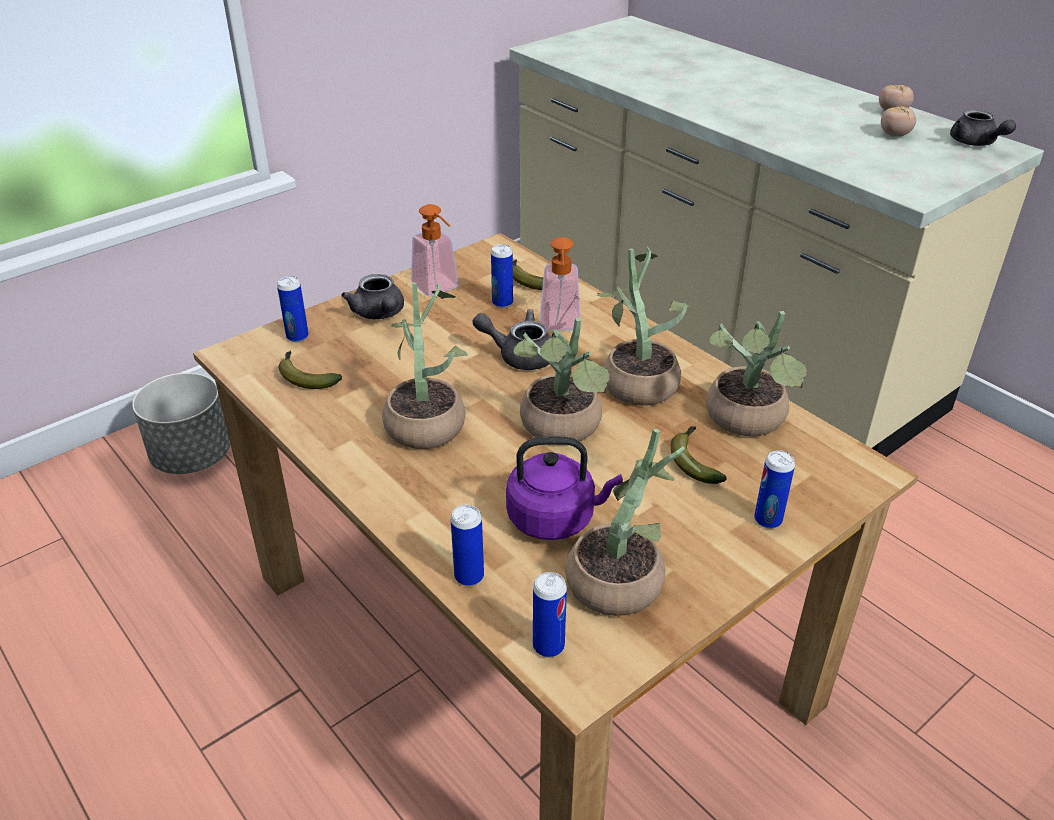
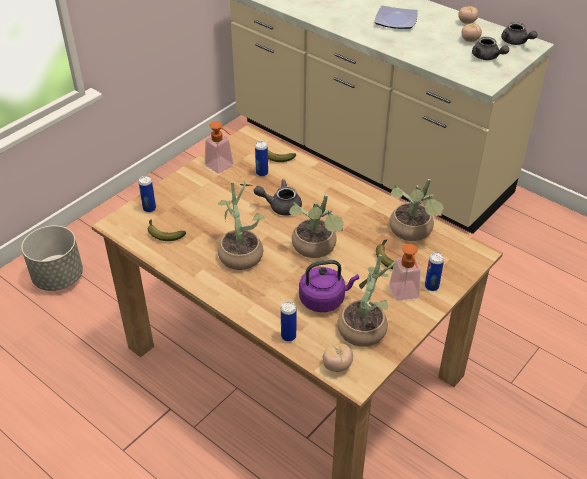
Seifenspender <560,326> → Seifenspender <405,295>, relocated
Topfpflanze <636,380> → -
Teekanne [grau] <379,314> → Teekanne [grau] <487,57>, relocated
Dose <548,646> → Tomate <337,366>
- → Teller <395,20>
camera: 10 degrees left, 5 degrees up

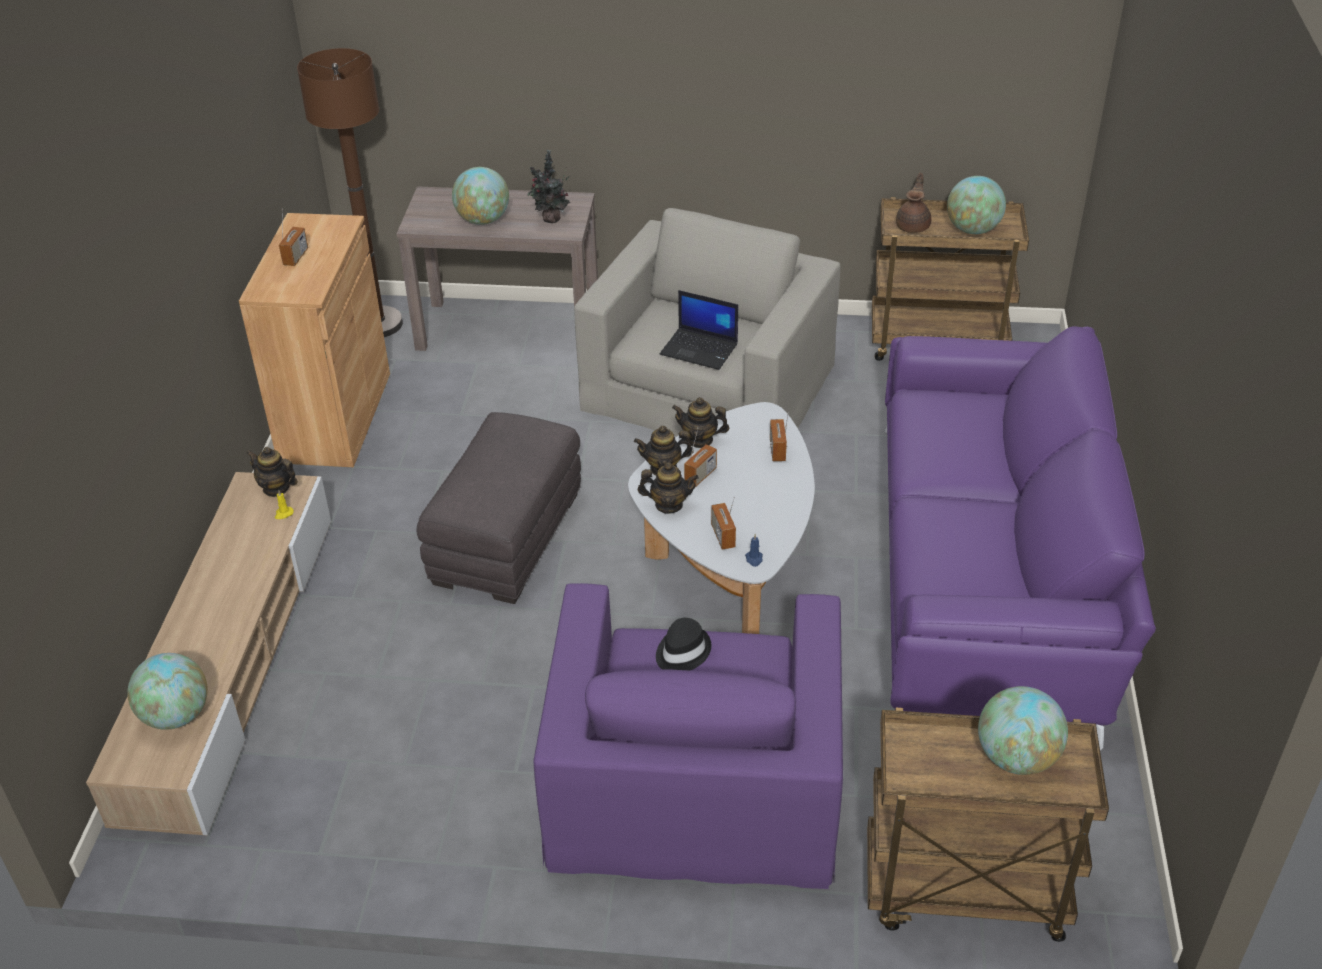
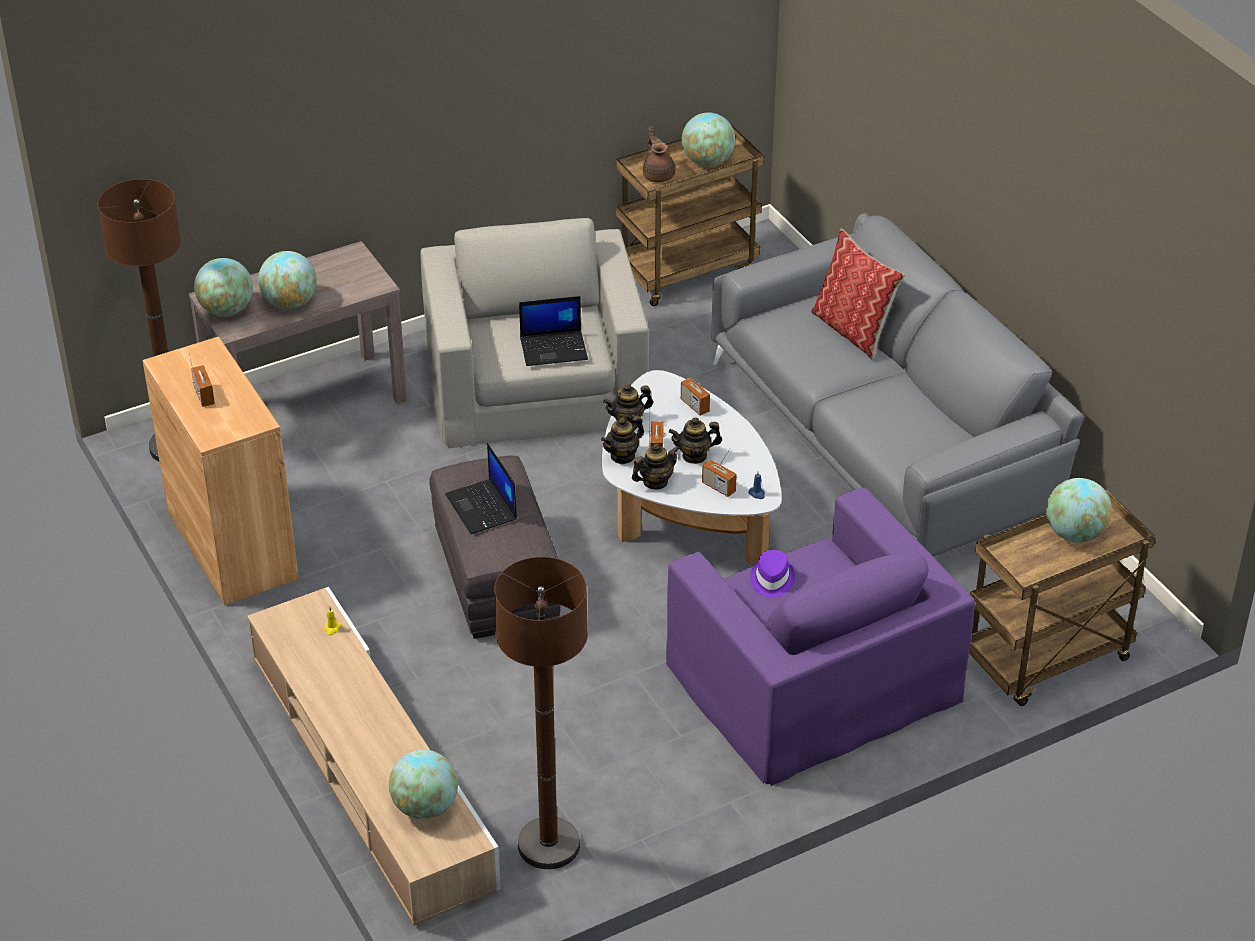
Topfpflanze <551,220> → -
Sofa [lila] <988,573> → Sofa [grau] <883,442>
Teekanne <276,488> → Teekanne <694,456>, relocated
Hut [schwarz] <682,651> → Hut [lila] <771,579>
- → Kissen <853,330>
- → Globus <226,310>
- → Laptop <482,507>
- → Stehlampe [braun] <548,845>
camera: 35 degrees left, 0 degrees up

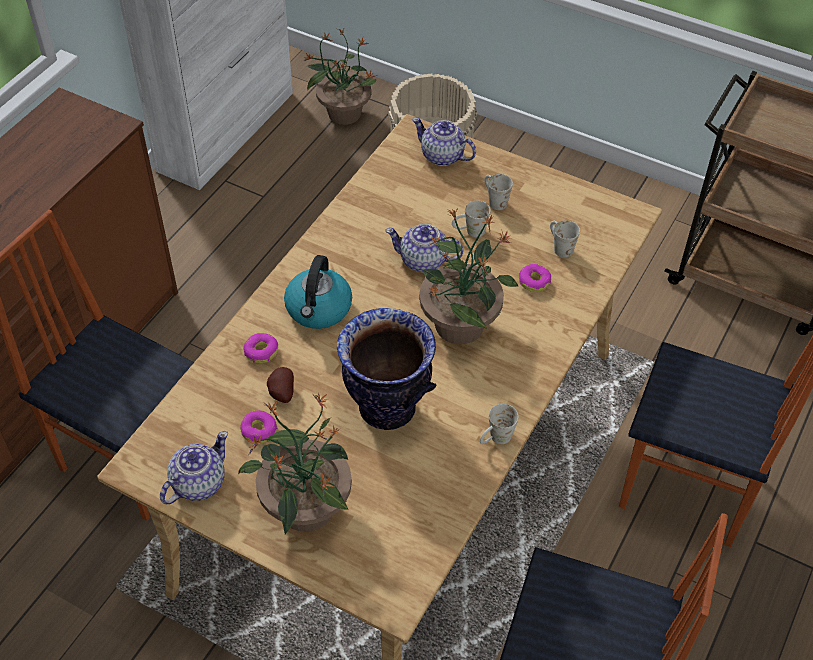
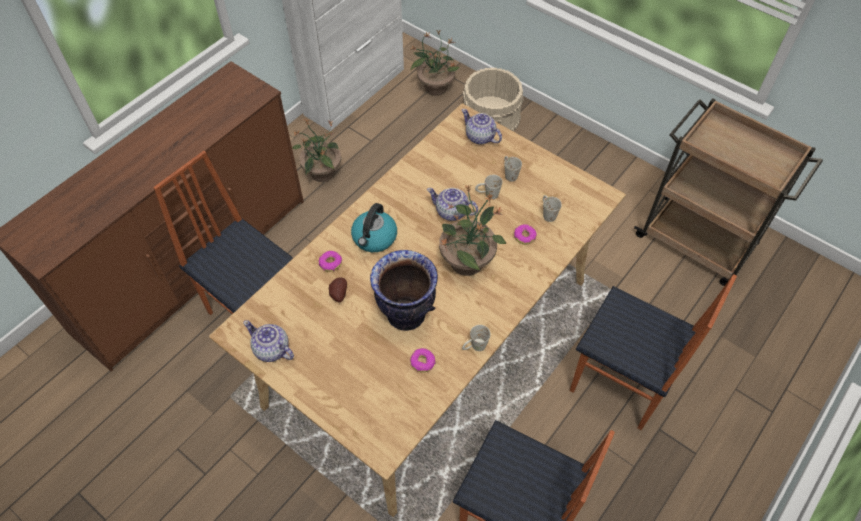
Topfpflanze <305,509> → Topfpflanze <322,173>, relocated
Donut <259,430> → Donut <422,362>, relocated
Teekanne <197,483> → Teekanne <272,350>, 105 degrees counterclockwise
camera: 10 degrees right, 5 degrees up

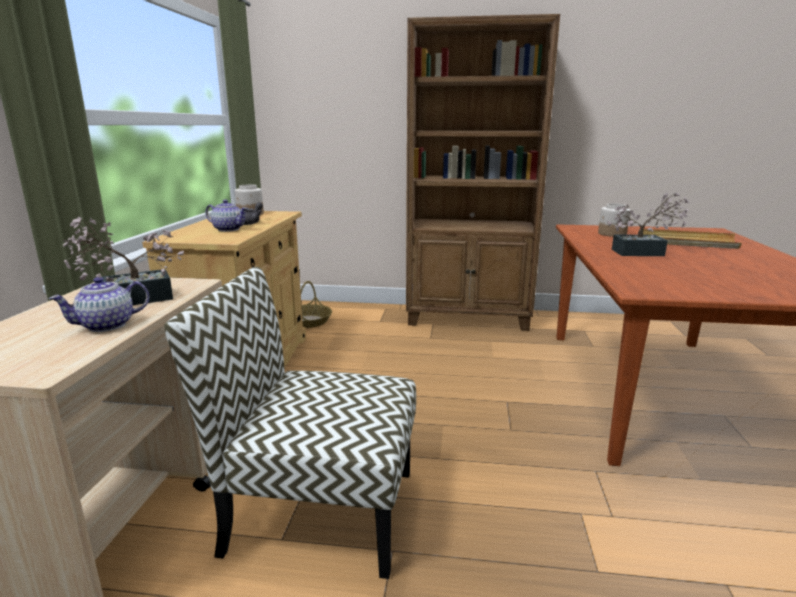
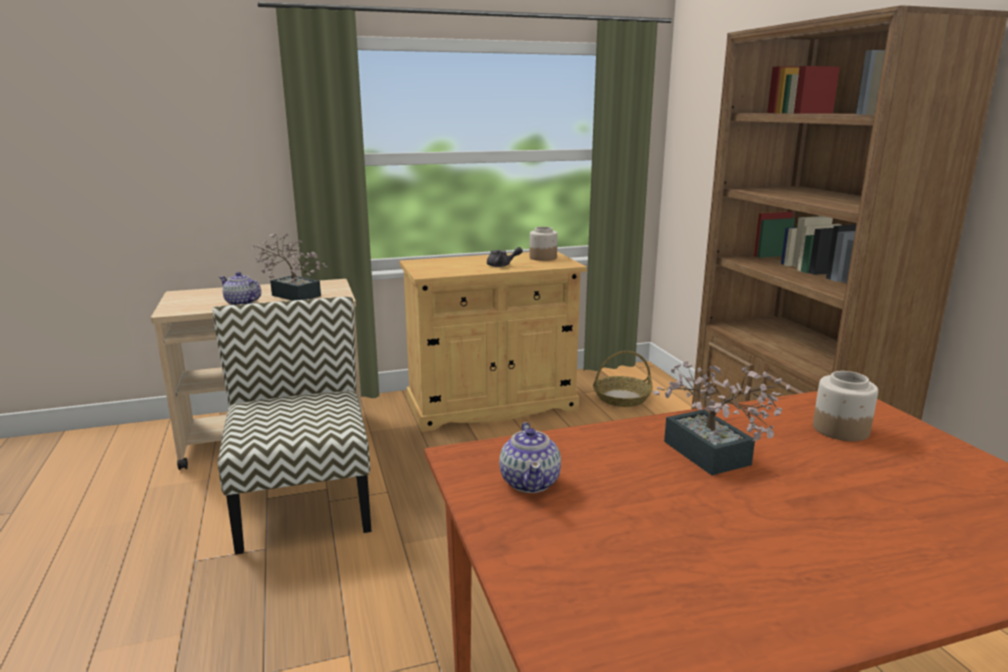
Teekanne <228,229> → Teekanne <530,482>, relocated
Tablett [beige] <686,242> → -
camera: 65 degrees right, 0 degrees up

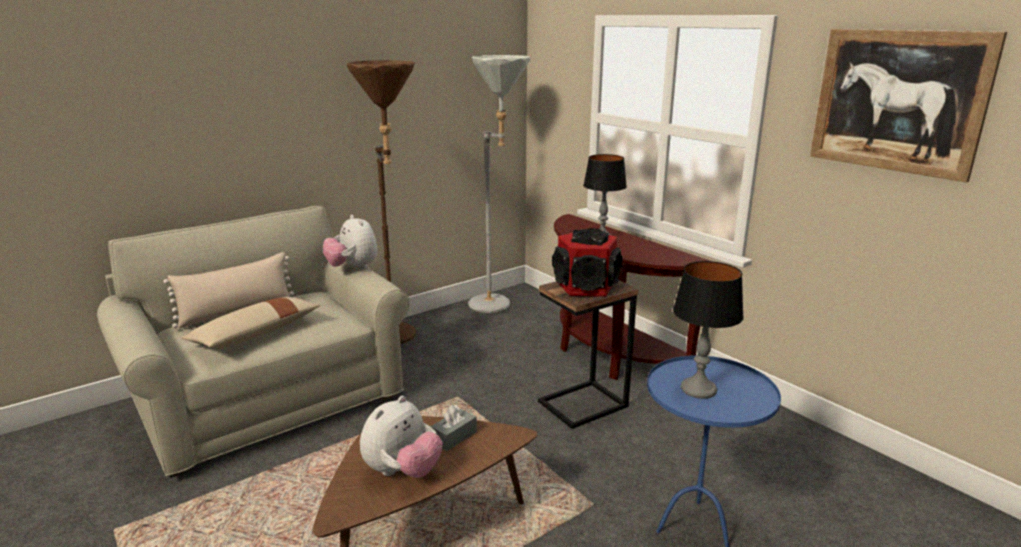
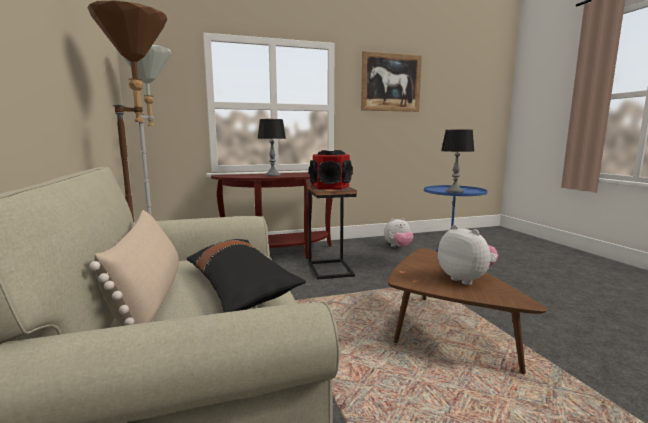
Plüschtier <353,268> → Plüschtier <398,247>, relocated
Kissen [beige] <256,334> → Kissen [schwarz] <239,286>
Taschentuchbox [grau] <454,437> → -
camera: 70 degrees left, 10 degrees down

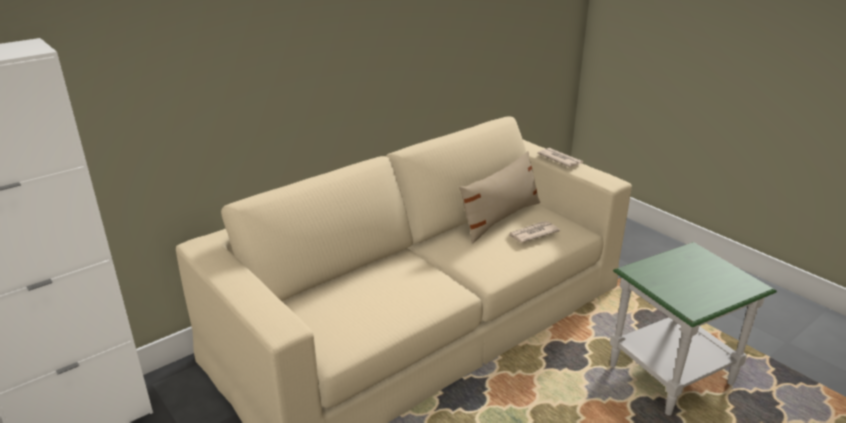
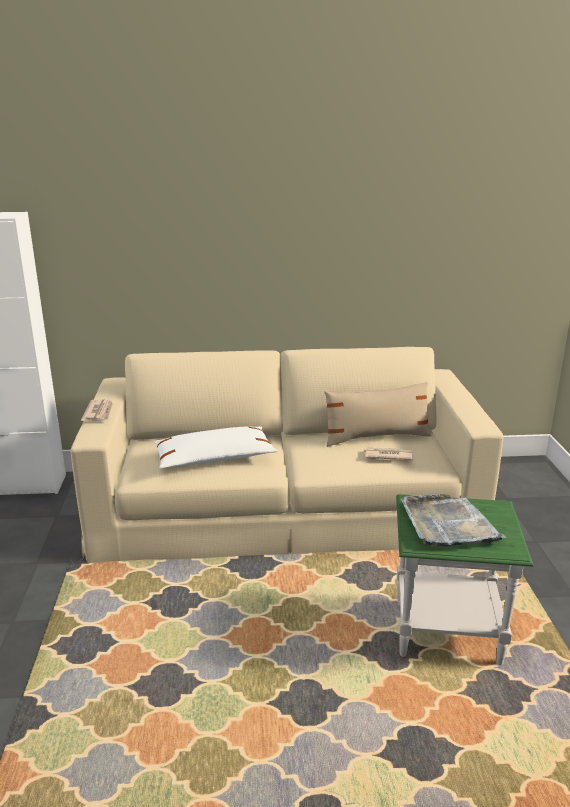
Zeitung <560,159> → Zeitung <99,412>, relocated
- → Kissen [weiß] <214,458>
- → Tablett [grau] <448,524>
camera: 35 degrees right, 5 degrees down

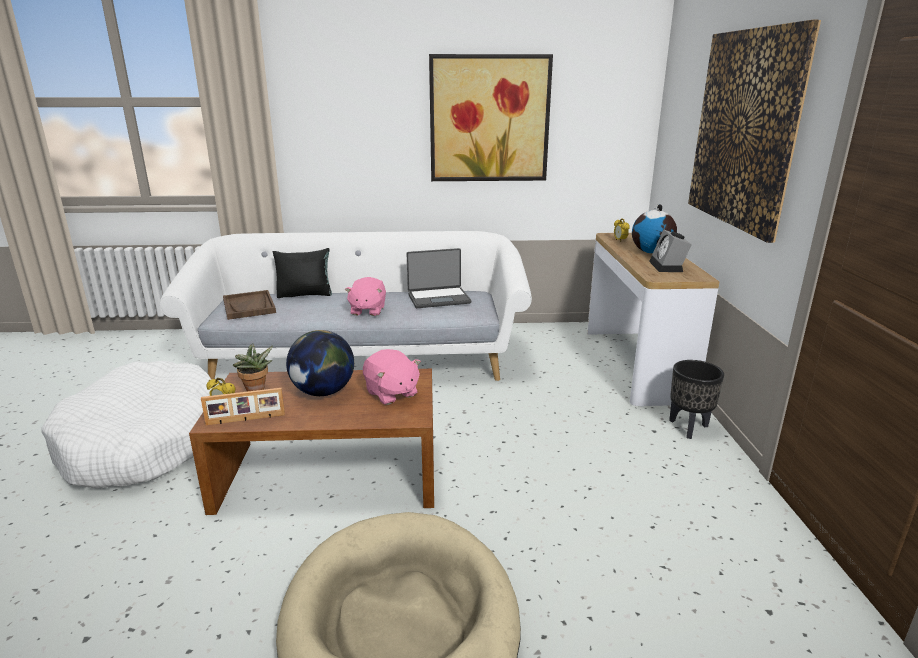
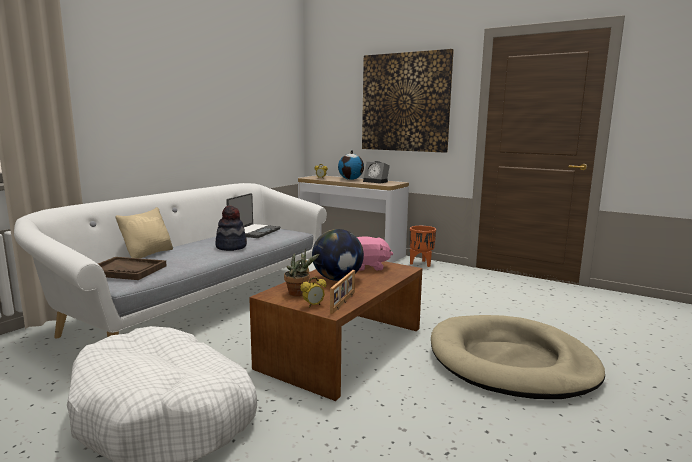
Bild <489,119> → -
Kissen [schwarz] <305,294> → Kissen [beige] <148,254>
Plüschtier [rosa] <367,310> → Hut <231,247>
Pflanzkübel [schwarz] <689,428> → Pflanzkübel [orange] <421,263>
camera: 55 degrees left, 10 degrees down

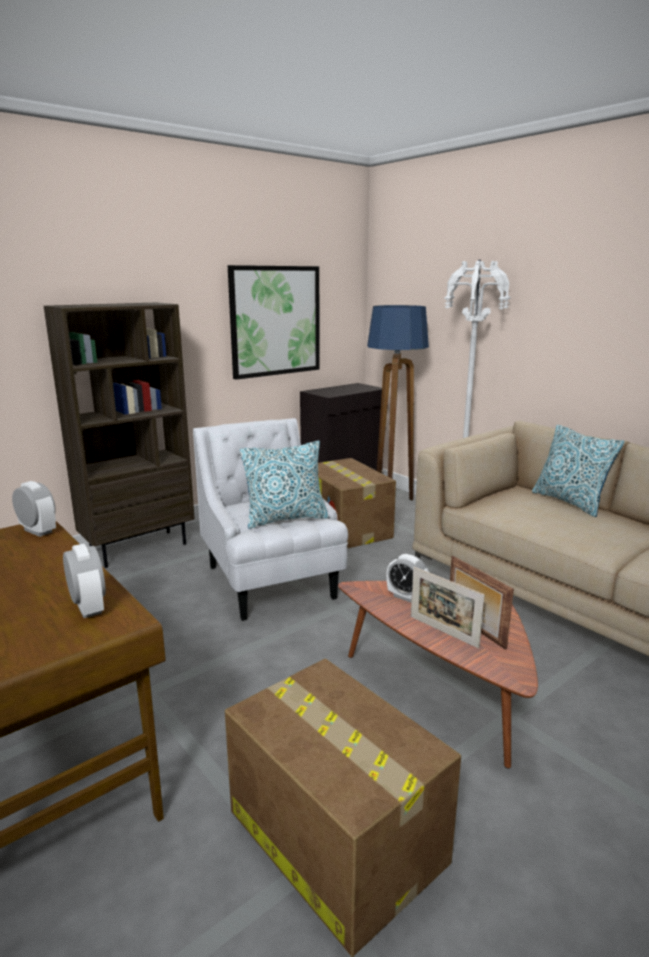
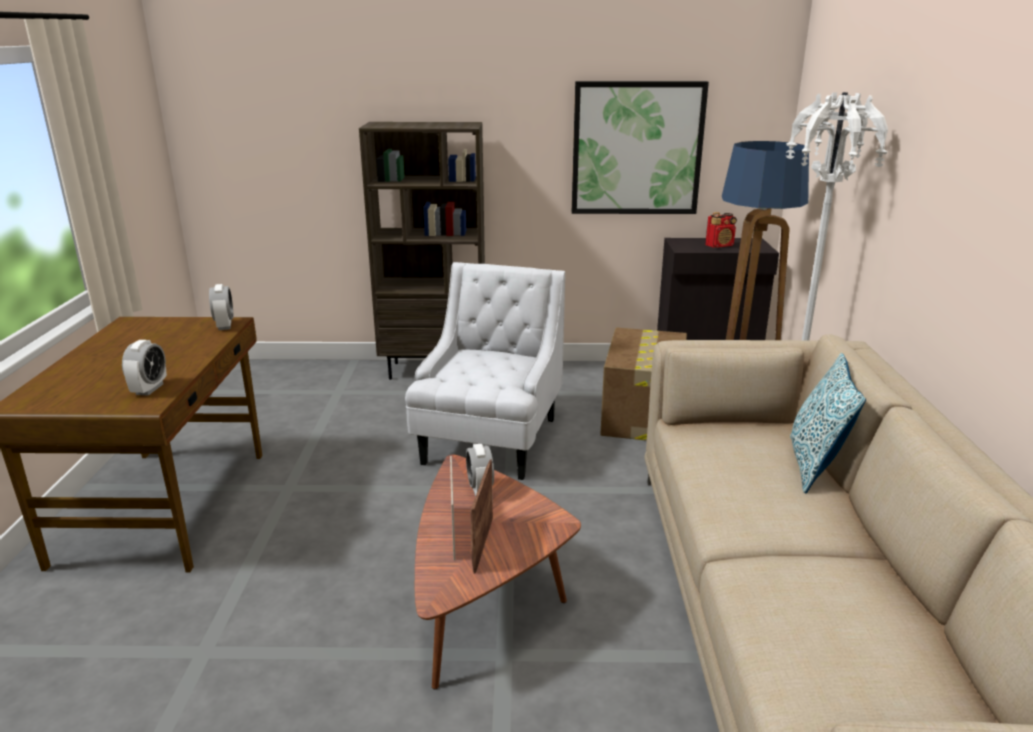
Kissen <285,518> → -
Karton <334,834> → -
- → Radio <719,245>
camera: 40 degrees right, 5 degrees up

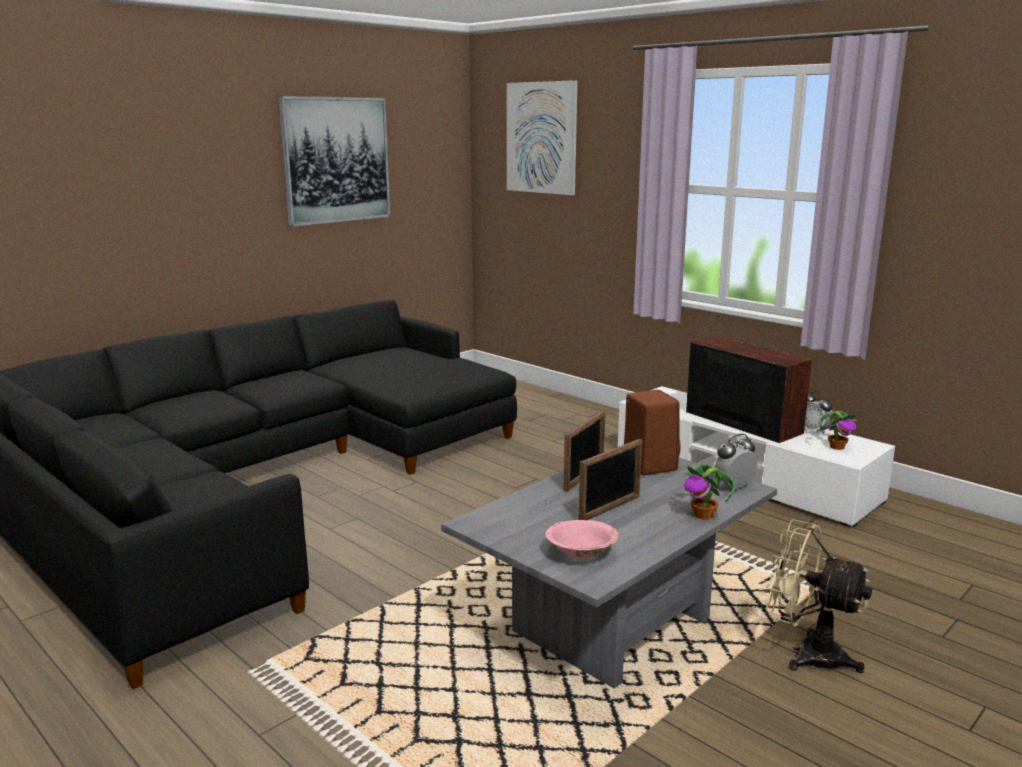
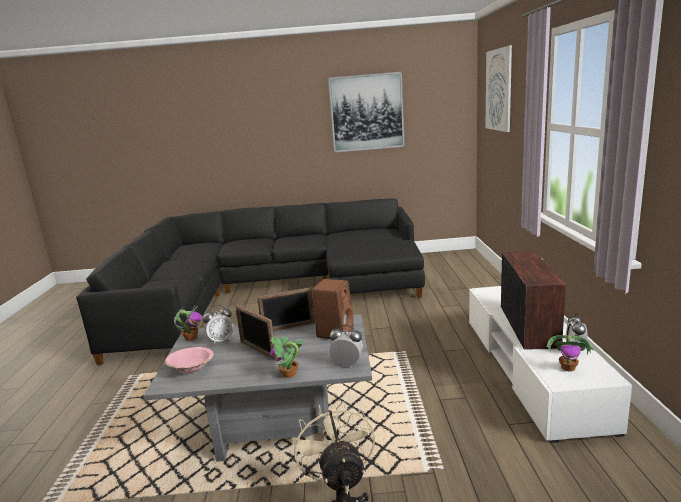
Bilderrahmen <610,509> → Bilderrahmen <257,350>, 45 degrees clockwise
- → Topfpflanze <191,337>
- → Wecker <221,340>
camera: 45 degrees right, 0 degrees up

